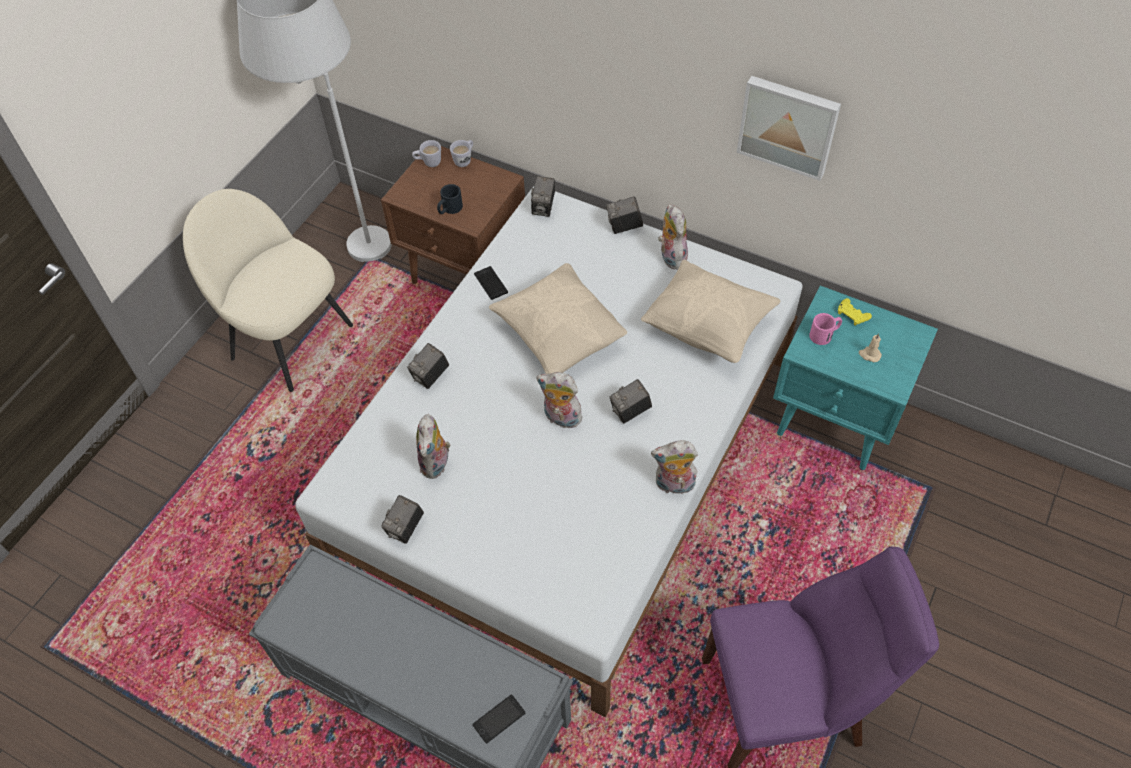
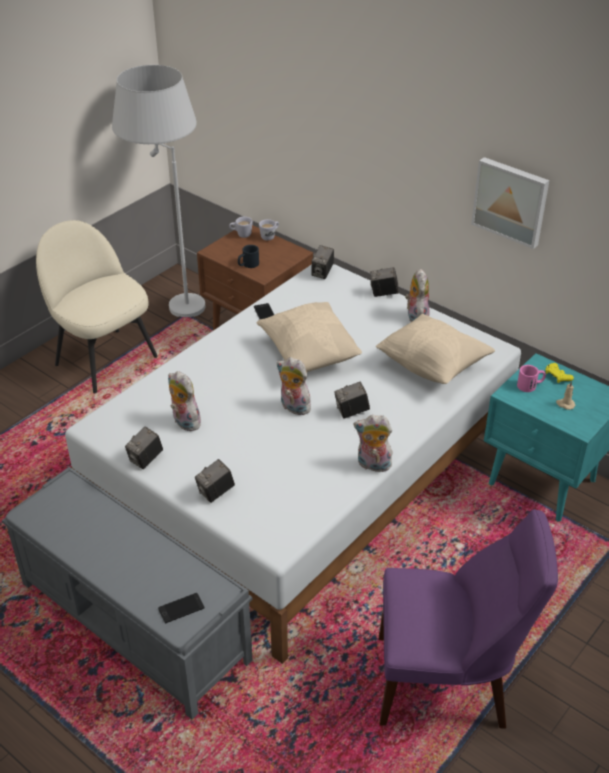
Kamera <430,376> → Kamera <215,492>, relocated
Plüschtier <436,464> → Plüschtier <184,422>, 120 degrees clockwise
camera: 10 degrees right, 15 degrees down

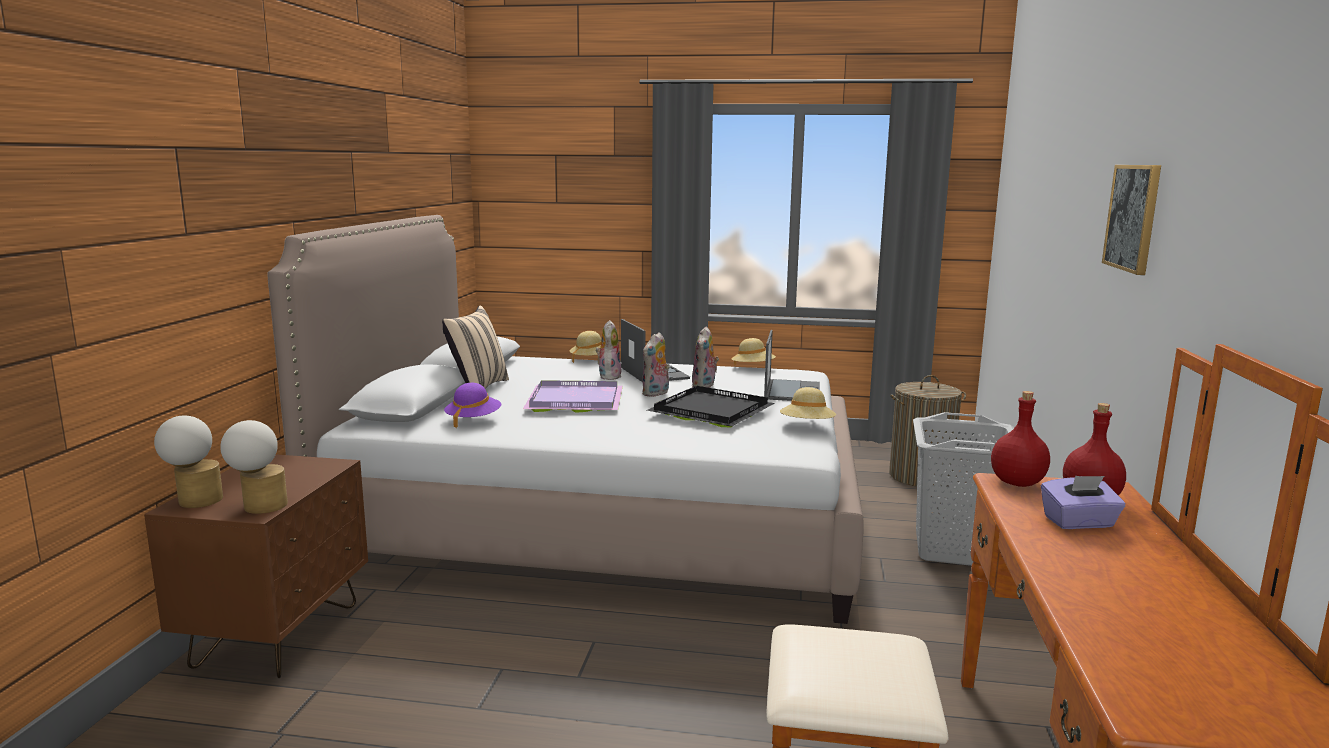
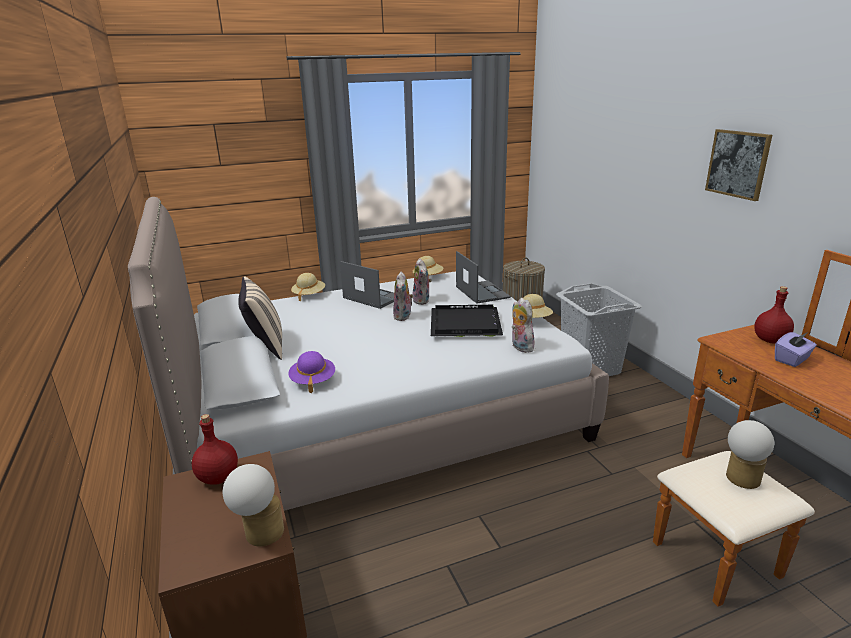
Plüschtier <608,376> → Plüschtier <520,347>, relocated
Tablett [lila] <573,401> → -
Flasche [rot] <1016,483> → Flasche [rot] <217,478>, relocated
Tischlampe <194,500> → Tischlampe <740,480>, relocated
camera: 30 degrees left, 10 degrees up

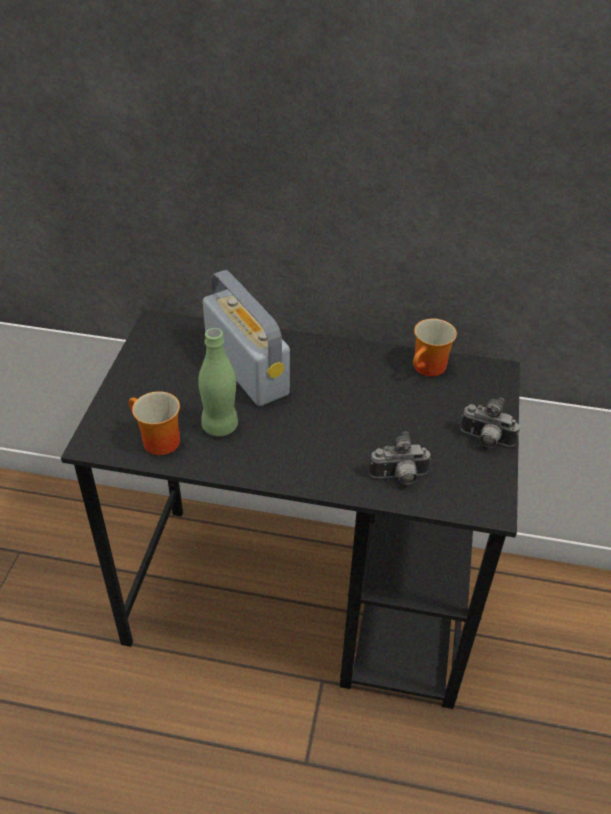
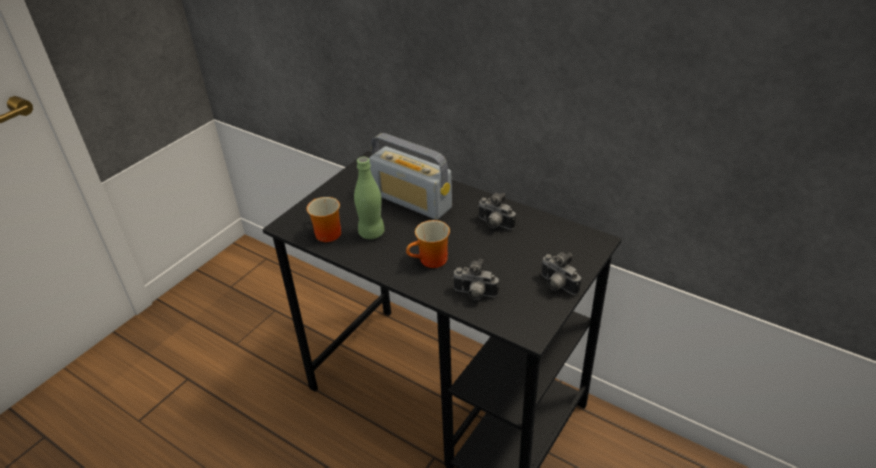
Radio <246,369> → Radio <412,201>, 135 degrees clockwise
Henkelbecher <429,369> → Henkelbecher <431,261>, relocated
- → Kamera <494,225>
camera: 25 degrees right, 5 degrees down

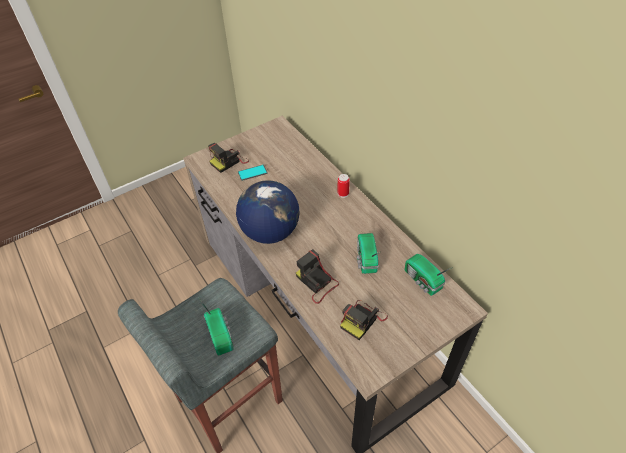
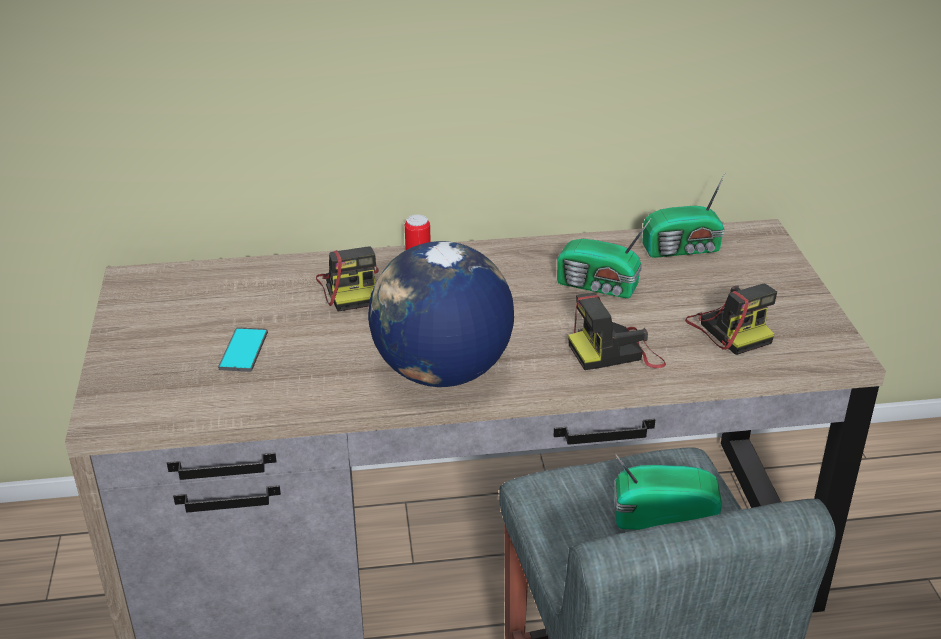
Kamera <229,161> → Kamera <351,288>, relocated
camera: 65 degrees left, 15 degrees down

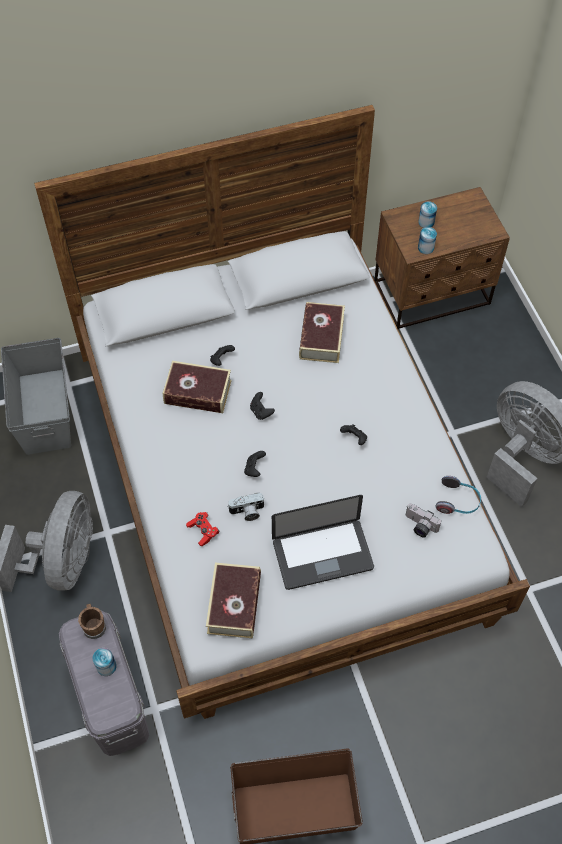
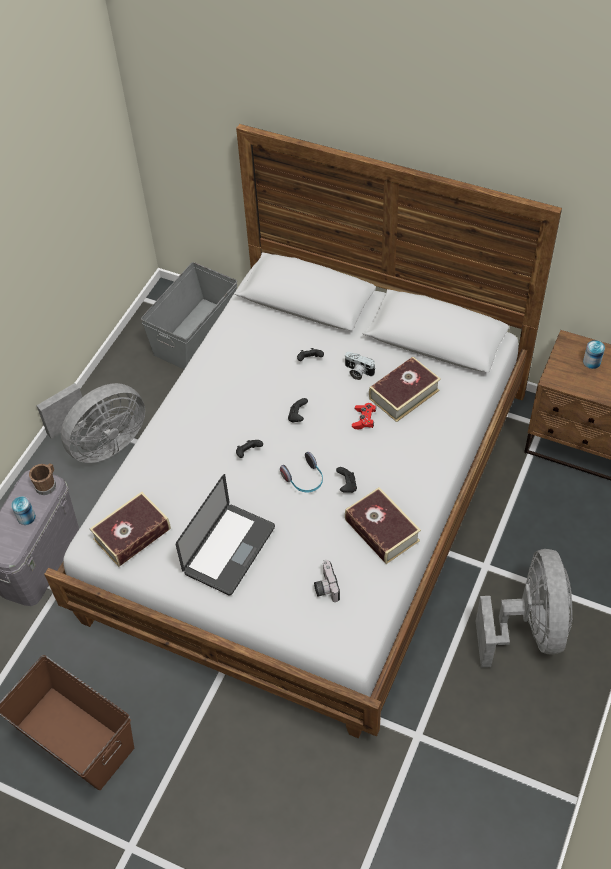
Dose <426,247> → -
Buch <198,392> → Buch <382,530>, relocated
Kopfhörer <458,501> → Kopfhörer <304,480>, relocated
Kamera <247,512> → Kamera <357,372>, relocated
Laptop <322,555> → Laptop <229,550>, 90 degrees counterclockwise
Gamepad [rot] <203,531> → Gamepad [rot] <364,420>, relocated
camera: 45 degrees right, 5 degrees down

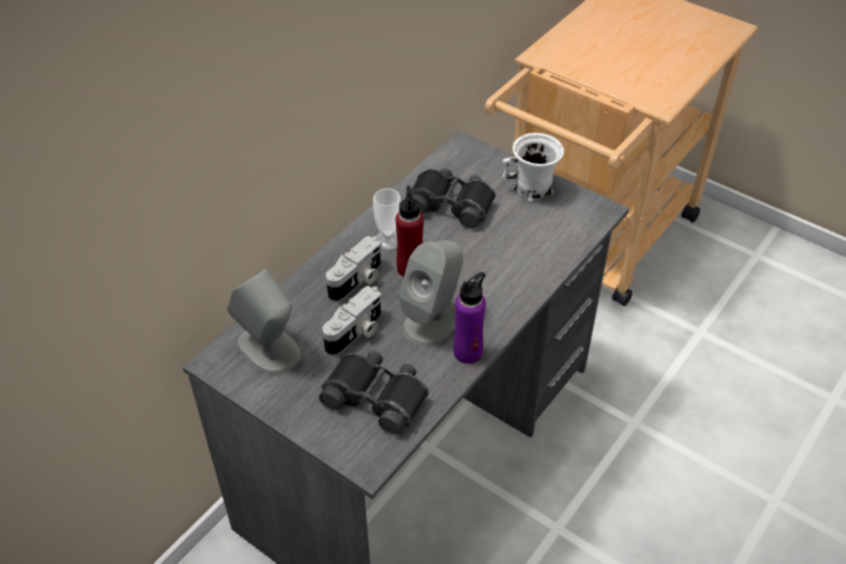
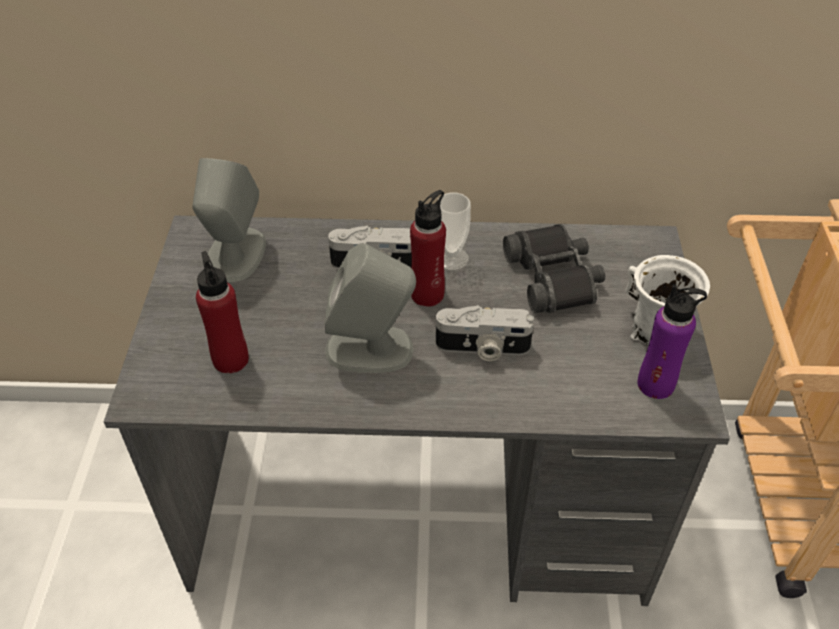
Flasche [lila] <468,352> → Flasche [lila] <656,384>, relocated
Kamera <356,333> → Kamera <482,348>, relocated
Fernglas [schwarz] <376,397> → Flasche [rot] <230,359>
camera: 55 degrees right, 0 degrees up

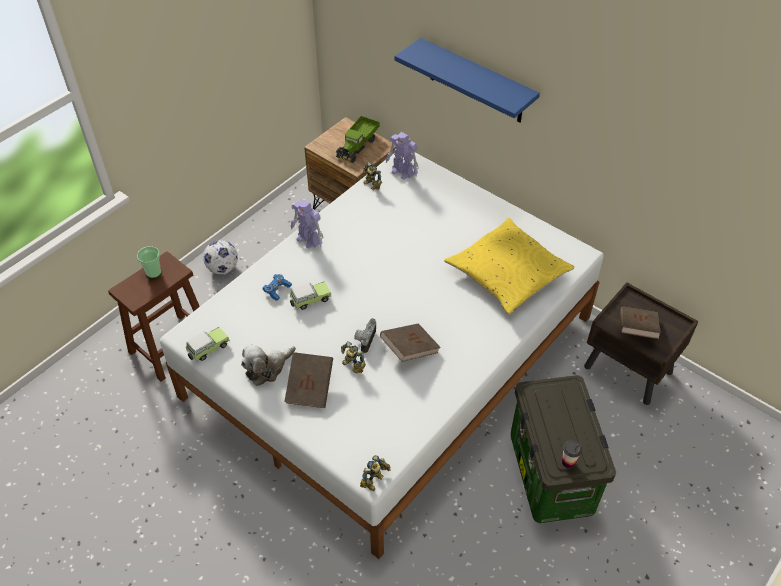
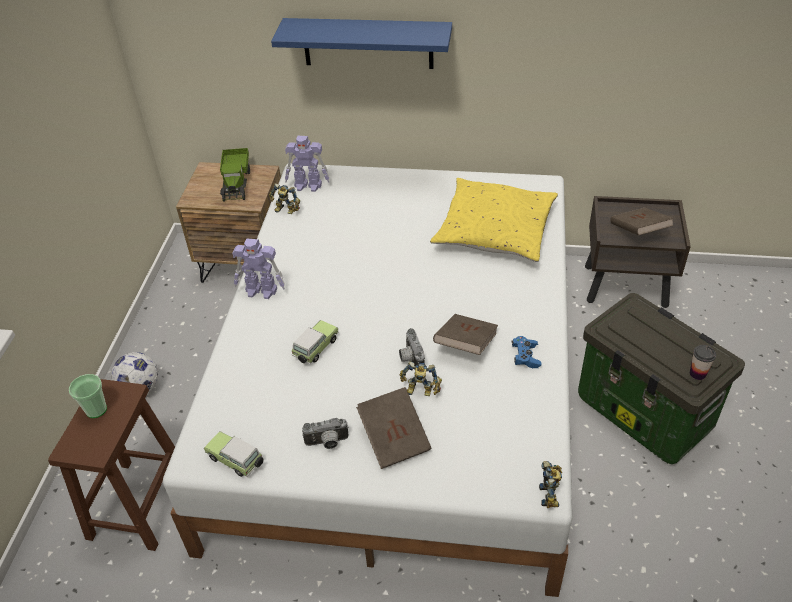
Gamepad [blau] <277,290> → Gamepad [blau] <525,357>, relocated
Spielzeugauto <207,349> → Spielzeugauto <236,461>, 75 degrees counterclockwise
Plüschtier <267,368> → Kamera <327,443>
camera: 30 degrees left, 5 degrees down

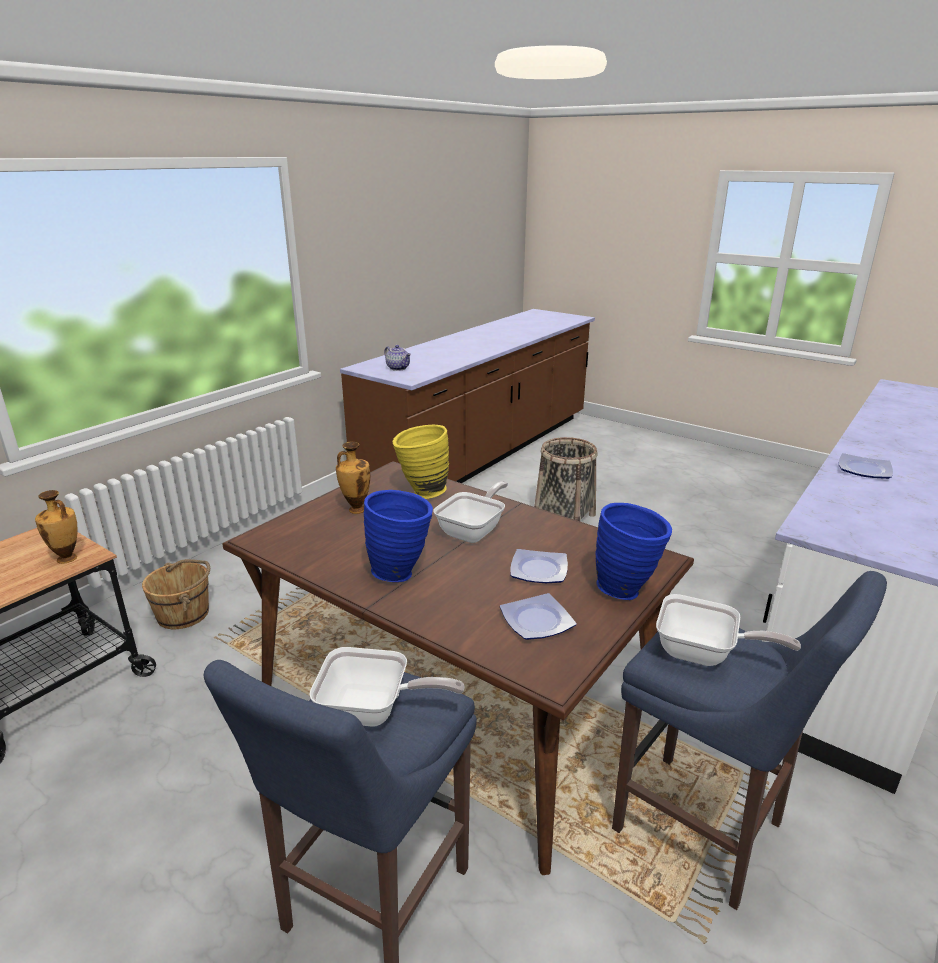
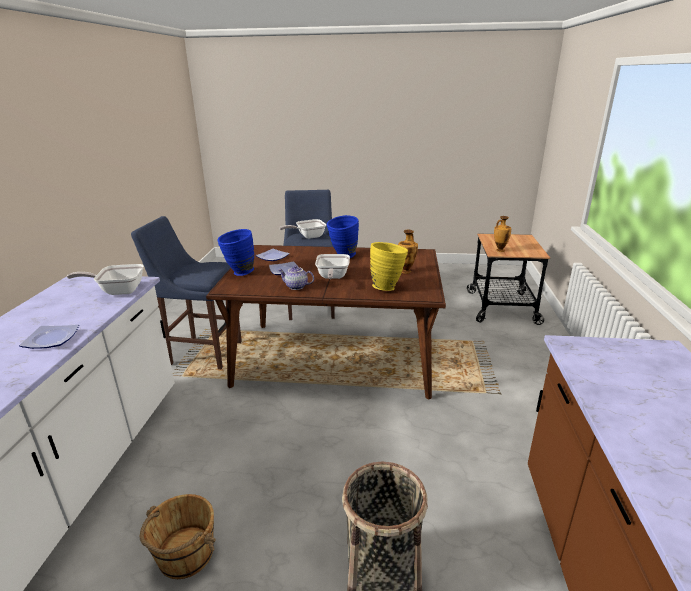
Teekanne <398,368> → Teekanne <296,287>, relocated
Eimer [braun] <184,614> → Eimer [braun] <185,555>, relocated
Pfanne <703,654> → Pfanne <118,290>, relocated
camera: 150 degrees right, 0 degrees up

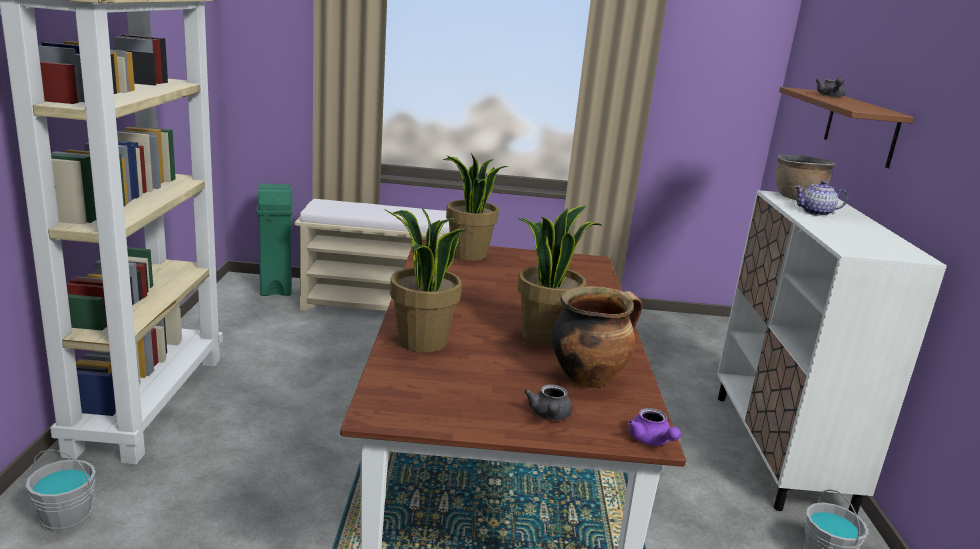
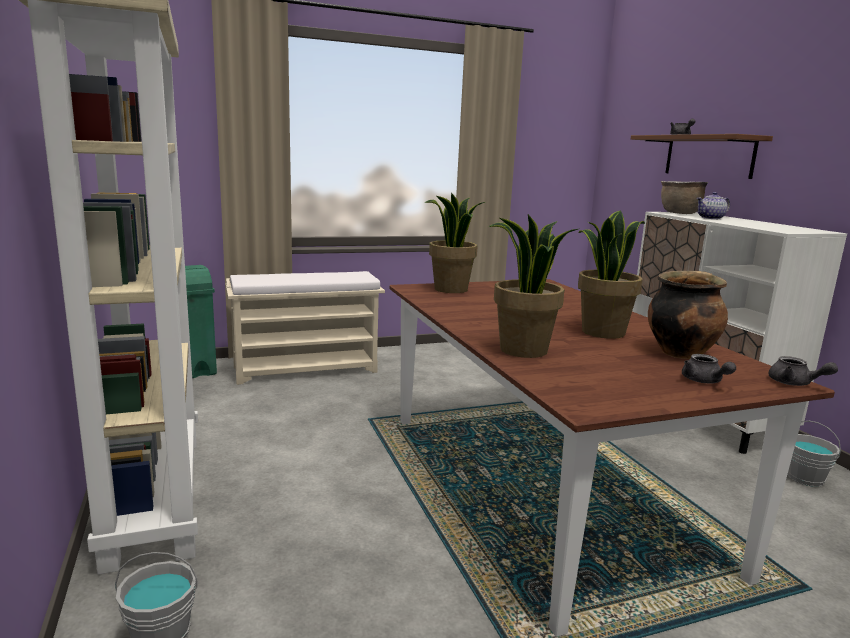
Teekanne [lila] <651,441> → Teekanne [grau] <795,383>
camera: 20 degrees left, 5 degrees down

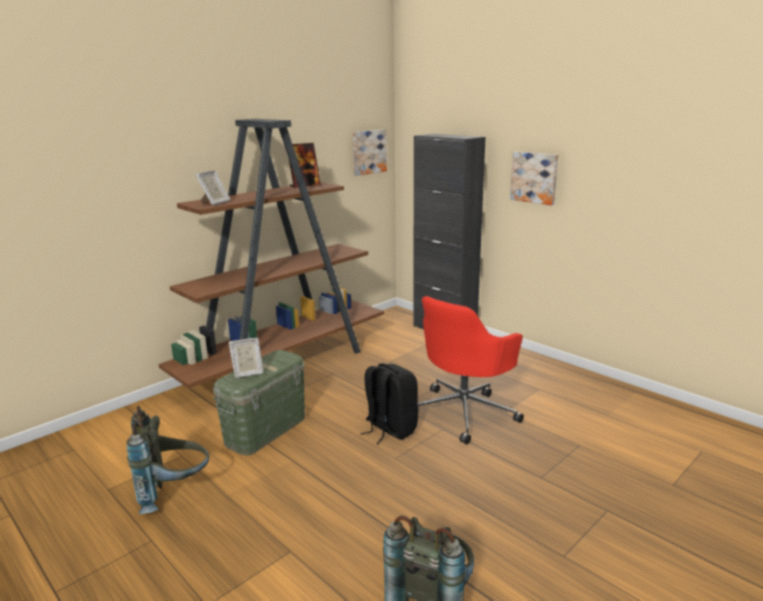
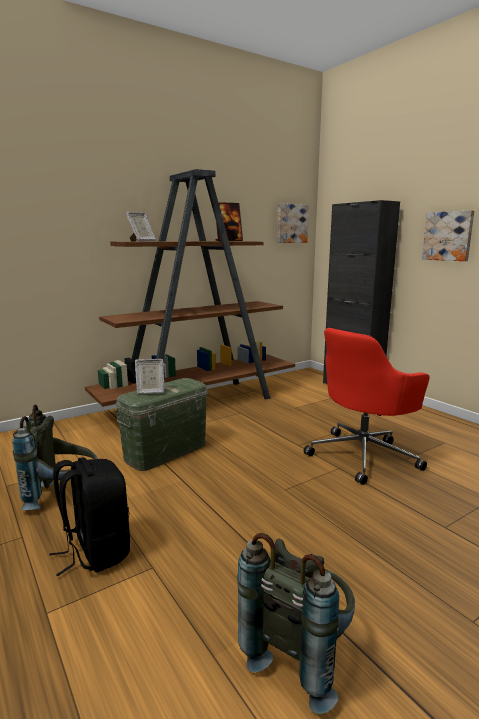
Rucksack [schwarz] <389,429> → Rucksack [schwarz] <96,551>, relocated
camera: 10 degrees right, 5 degrees down

